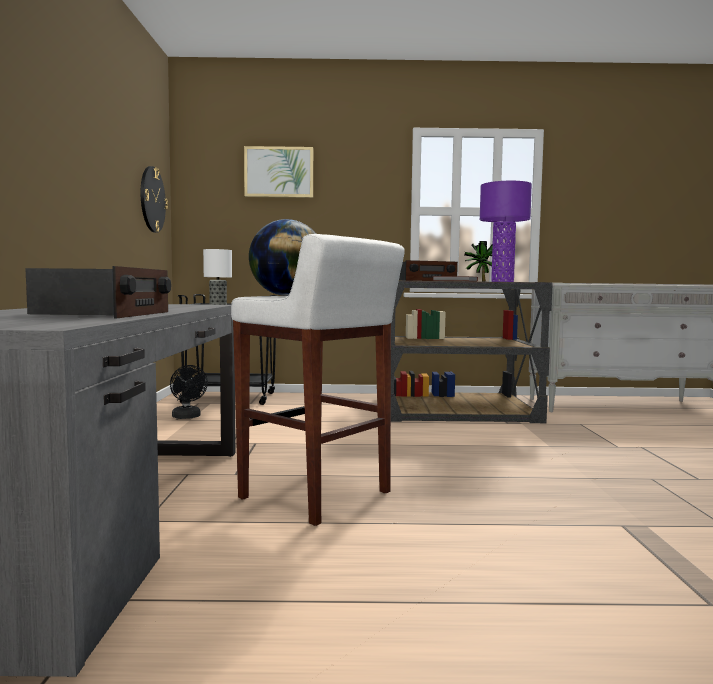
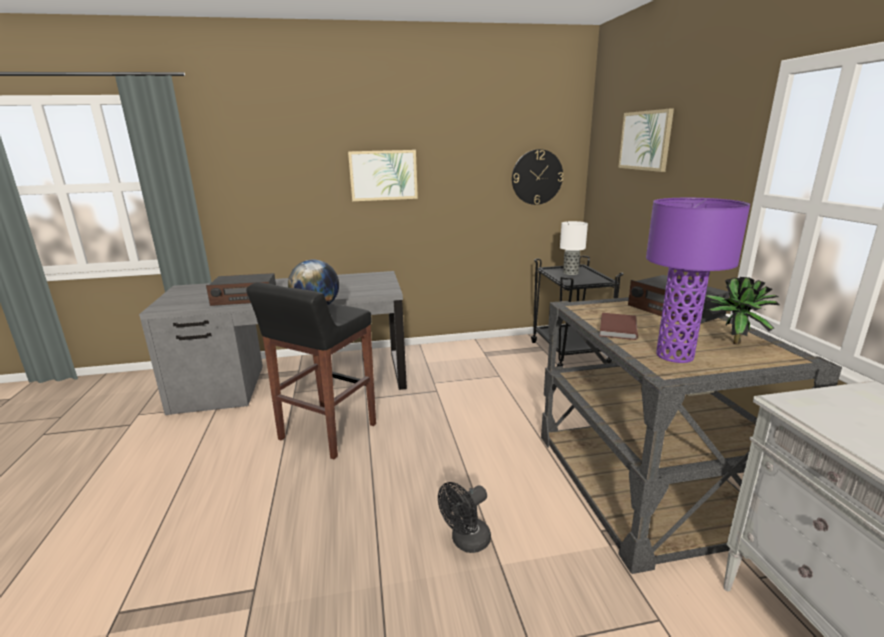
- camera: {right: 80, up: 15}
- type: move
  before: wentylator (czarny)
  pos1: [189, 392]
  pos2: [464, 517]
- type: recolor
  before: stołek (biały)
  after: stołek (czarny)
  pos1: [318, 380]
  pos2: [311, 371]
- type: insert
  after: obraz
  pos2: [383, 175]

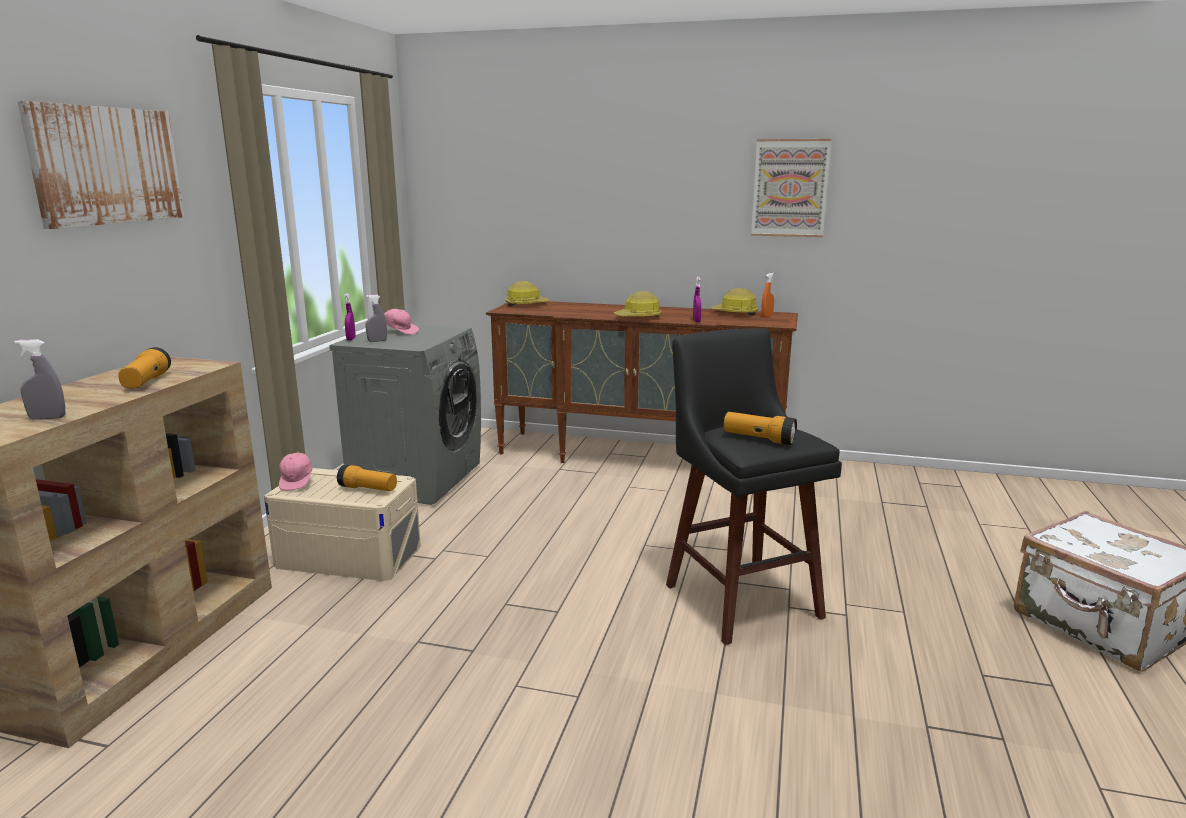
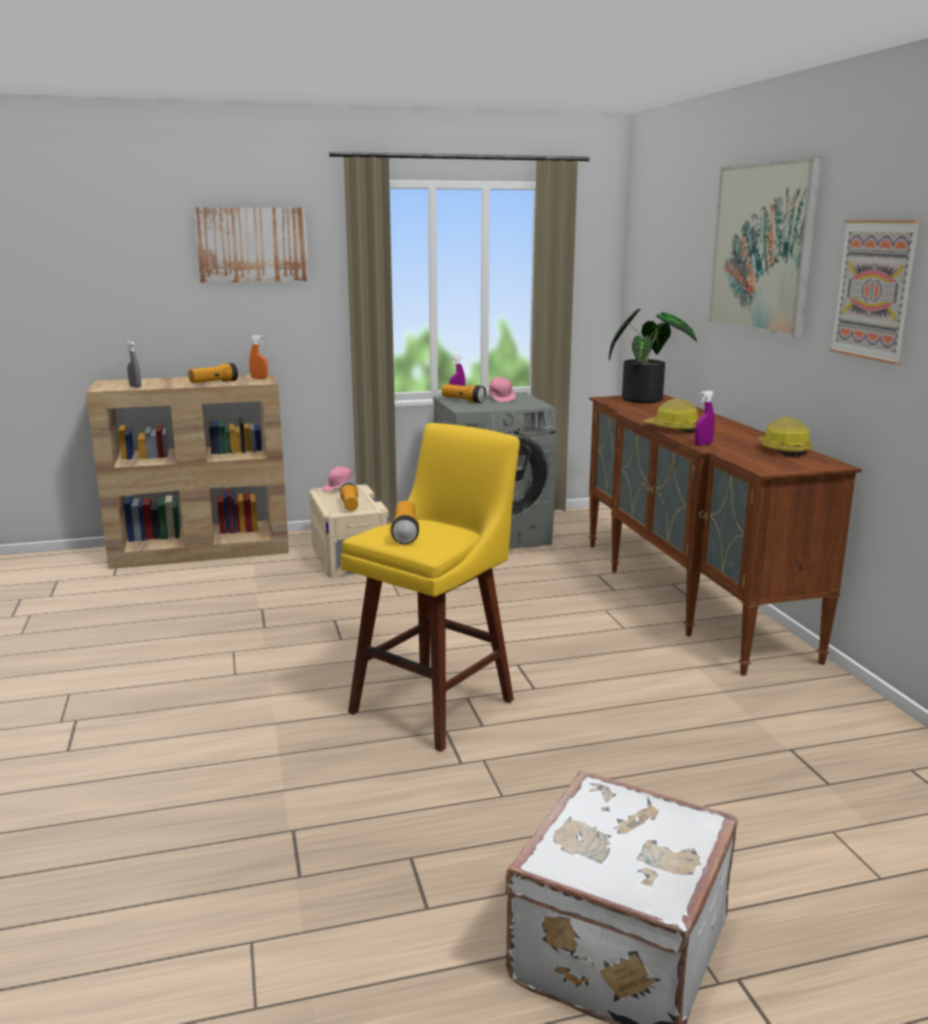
- camera: {right: 60, up: 0}
- type: replace
  before: spryskiwacz (szary)
  after: latarka
  pos1: [376, 318]
  pos2: [464, 393]
- type: replace
  before: kask
  after: roślina doniczkowa
  pos1: [527, 294]
  pos2: [653, 356]
- type: recolor
  before: stołek (czarny)
  after: stołek (żółty)
  pos1: [754, 486]
  pos2: [430, 587]
- type: move
  before: spryskiwacz (pomarańczowy)
  pos1: [767, 295]
  pos2: [258, 357]
- type: insert
  after: obraz
  pos2: [765, 248]

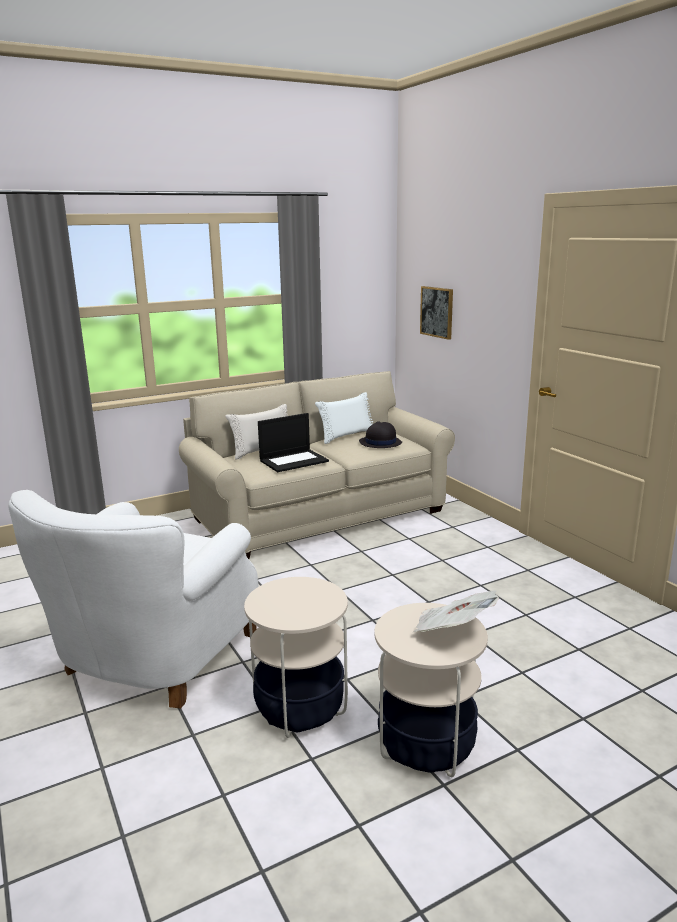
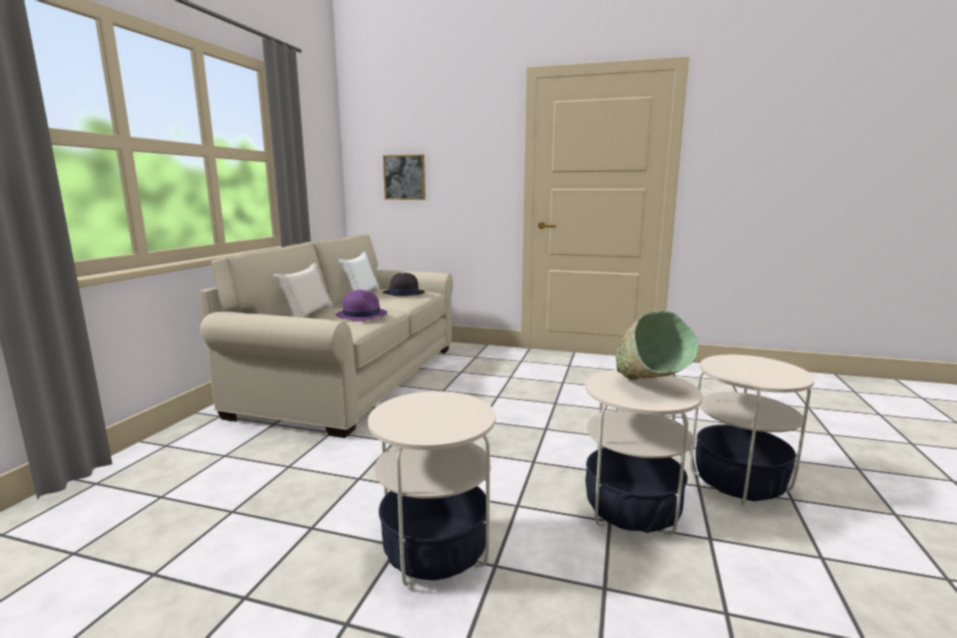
- camera: {right: -45, up: -5}
- type: replace
  before: fotel (biały)
  after: stolik (beżowy)
  pos1: [133, 599]
  pos2: [431, 488]
- type: replace
  before: laptop
  after: kapelusz (fioletowy)
  pos1: [293, 442]
  pos2: [361, 305]
- type: delete
  before: gazeta
  pos1: [456, 611]
- type: insert
  after: miska (zielony)
  pos2: [657, 345]

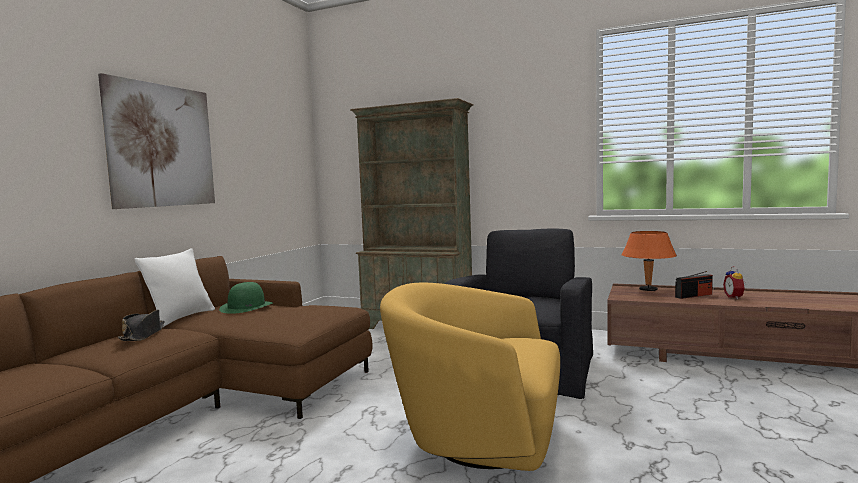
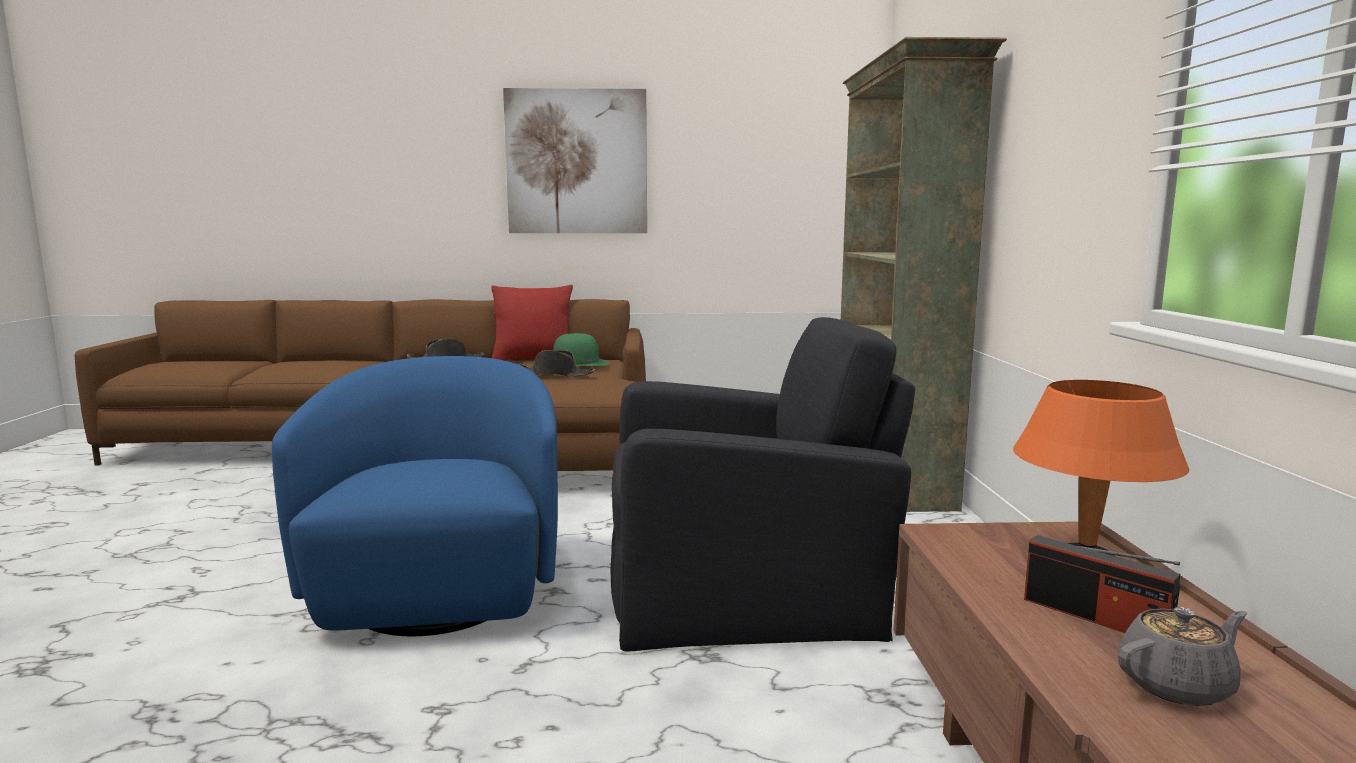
- camera: {right: 65, up: 5}
- type: recolor
  before: poduszka (biały)
  after: poduszka (czerwony)
  pos1: [175, 288]
  pos2: [532, 323]
- type: recolor
  before: fotel (żółty)
  after: fotel (niebieski)
  pos1: [470, 377]
  pos2: [415, 496]
- type: replace
  before: budzik
  after: imbryk (szary)
  pos1: [734, 282]
  pos2: [1182, 656]
- type: insert
  after: kapelusz (czarny)
  pos2: [556, 363]

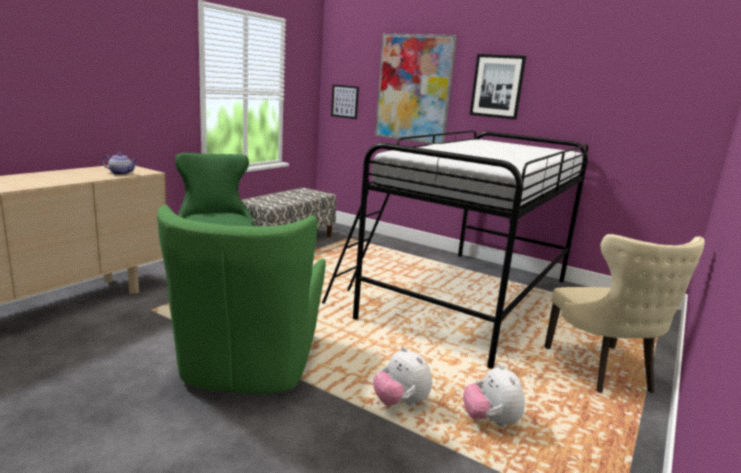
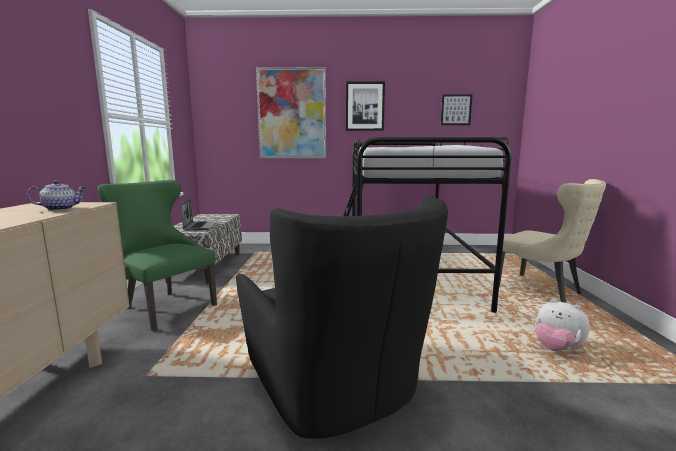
- camera: {right: -30, up: -5}
- type: recolor
  before: fotel (zielony)
  after: fotel (czarny)
  pos1: [241, 299]
  pos2: [342, 317]
- type: move
  before: obraz
  pos1: [345, 102]
  pos2: [457, 109]
- type: delete
  before: pluszak
  pos1: [402, 376]
- type: insert
  after: laptop
  pos2: [199, 214]

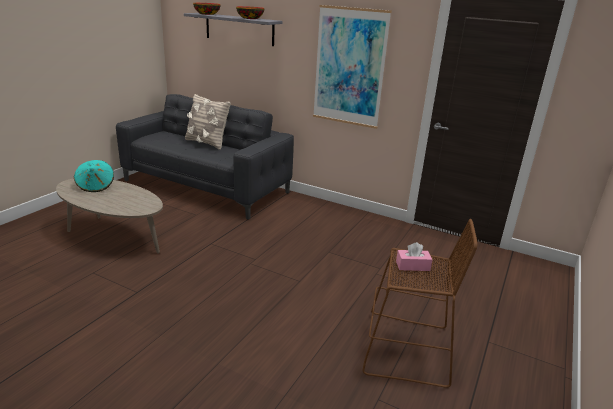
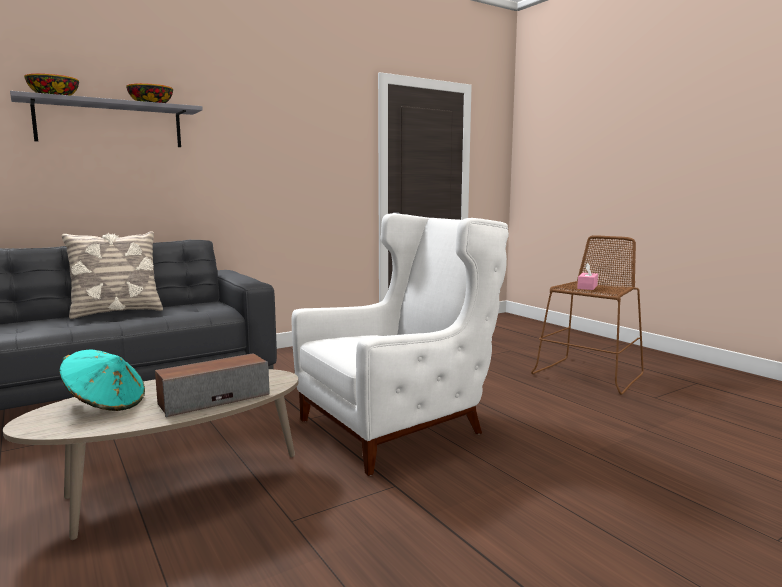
- camera: {right: -60, up: -15}
- type: delete
  before: obraz
  pos1: [352, 67]
- type: insert
  after: głośnik
  pos2: [212, 385]
- type: insert
  after: fotel (biały)
  pos2: [400, 344]

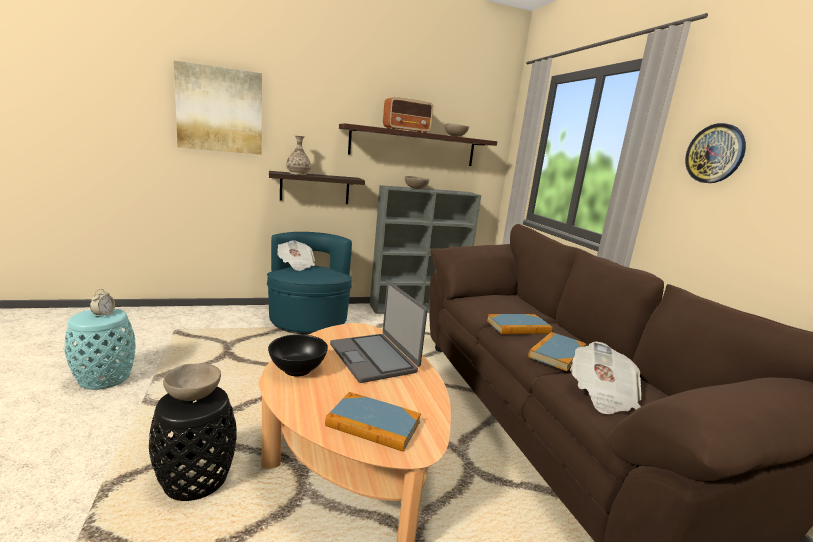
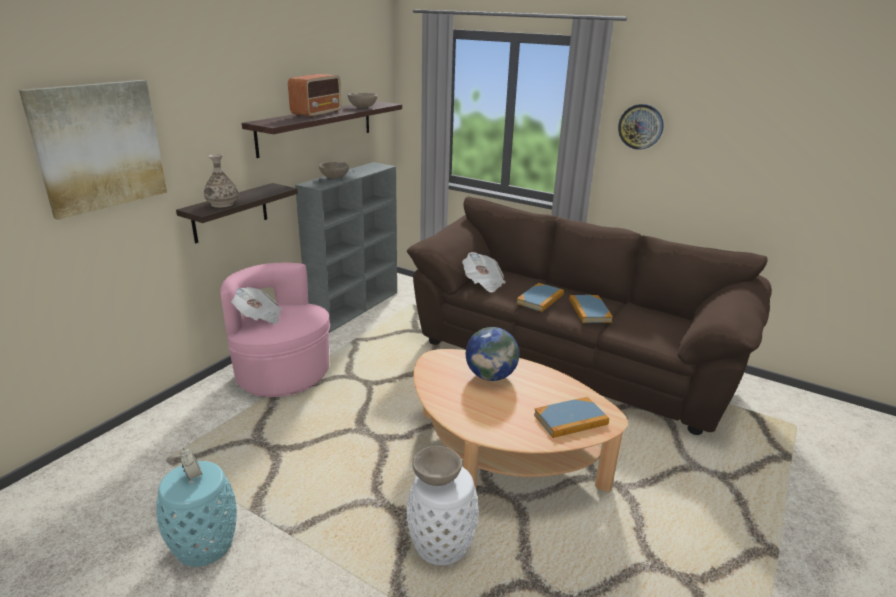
- camera: {right: -40, up: 10}
- type: recolor
  before: stołek (czarny)
  after: stołek (biały)
  pos1: [193, 444]
  pos2: [443, 516]
- type: recolor
  before: fotel (turkusowy)
  after: fotel (różowy)
  pos1: [309, 283]
  pos2: [275, 330]
- type: delete
  before: miska (czarny)
  pos1: [298, 355]
- type: replace
  before: laptop
  after: globus
  pos1: [379, 332]
  pos2: [492, 354]
- type: move
  before: gazeta
  pos1: [606, 378]
  pos2: [484, 272]

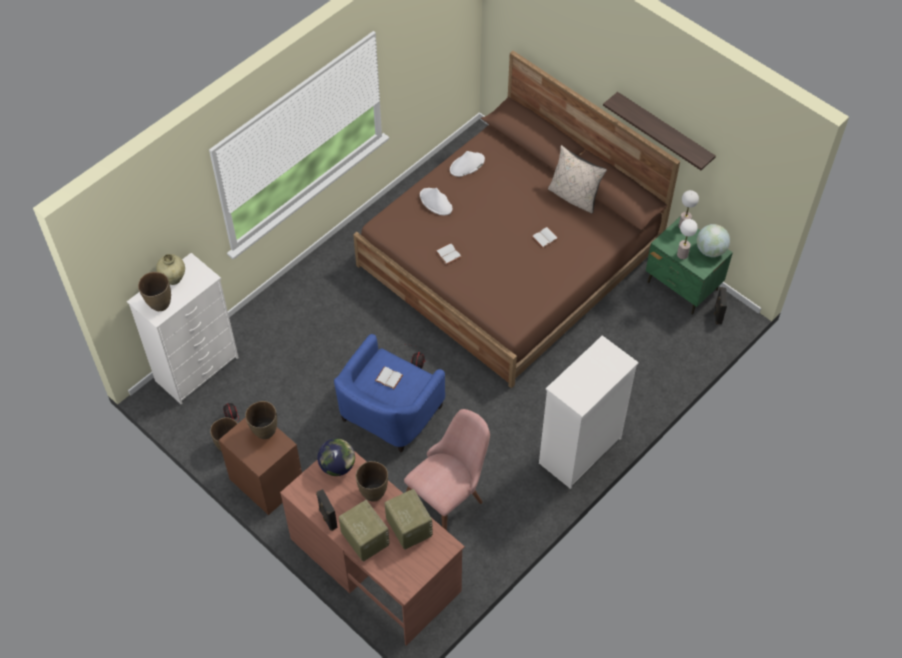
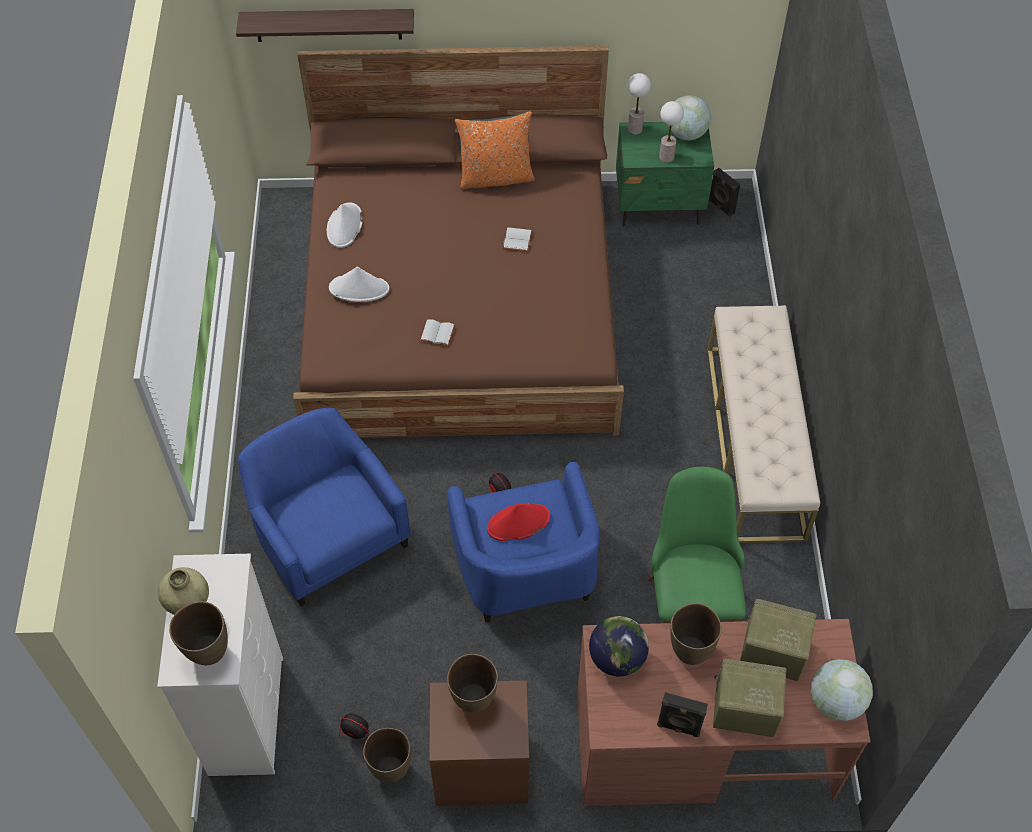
- camera: {right: -45, up: 0}
- type: replace
  before: książka (biały)
  after: kapelusz (czerwony)
  pos1: [389, 377]
  pos2: [518, 522]
- type: recolor
  before: krzesło (różowy)
  after: krzesło (zielony)
  pos1: [447, 470]
  pos2: [697, 545]
- type: replace
  before: komoda (biały)
  after: ławka (beżowy)
  pos1: [589, 412]
  pos2: [763, 424]
- type: recolor
  before: poduszka (beżowy)
  after: poduszka (pomarańczowy)
  pos1: [577, 179]
  pos2: [495, 150]
- type: move
  before: półka
  pos1: [659, 131]
  pos2: [325, 25]
- type: insert
  after: fotel (niebieski)
  pos2: [324, 507]
- type: insert
  after: globus
  pos2: [842, 690]

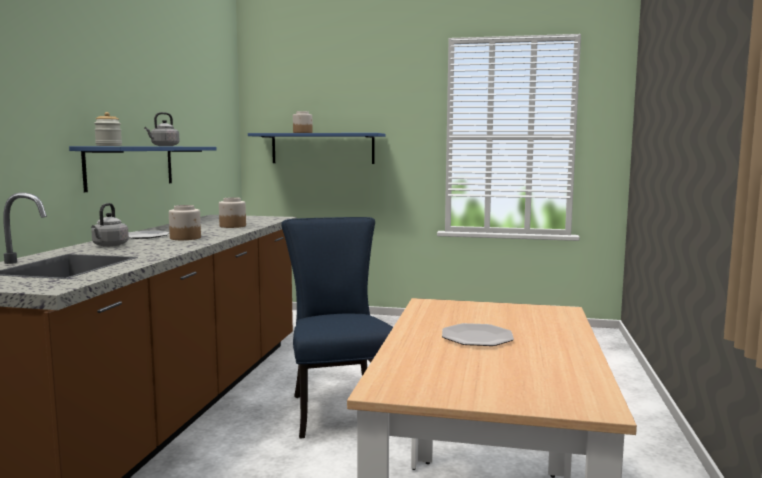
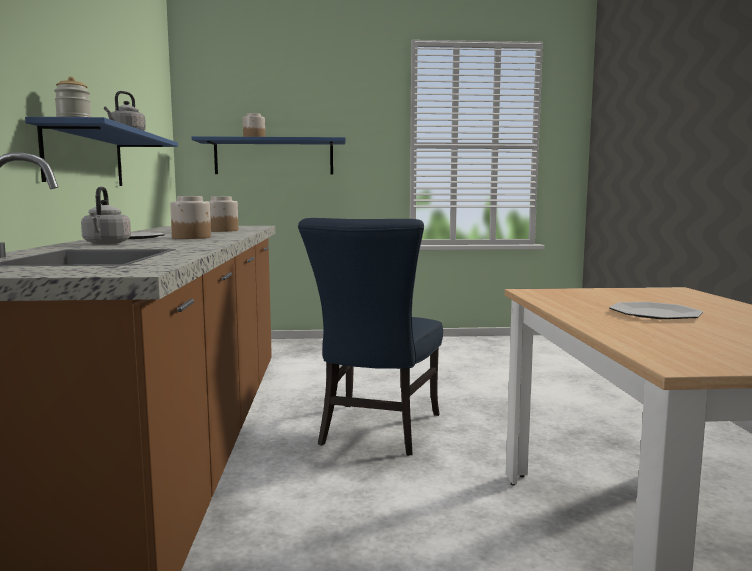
- camera: {right: -15, up: 0}
- type: rotate
  before: krzesło (niebieski)
  pos1: [337, 328]
  pos2: [370, 337]
  turn: -135

